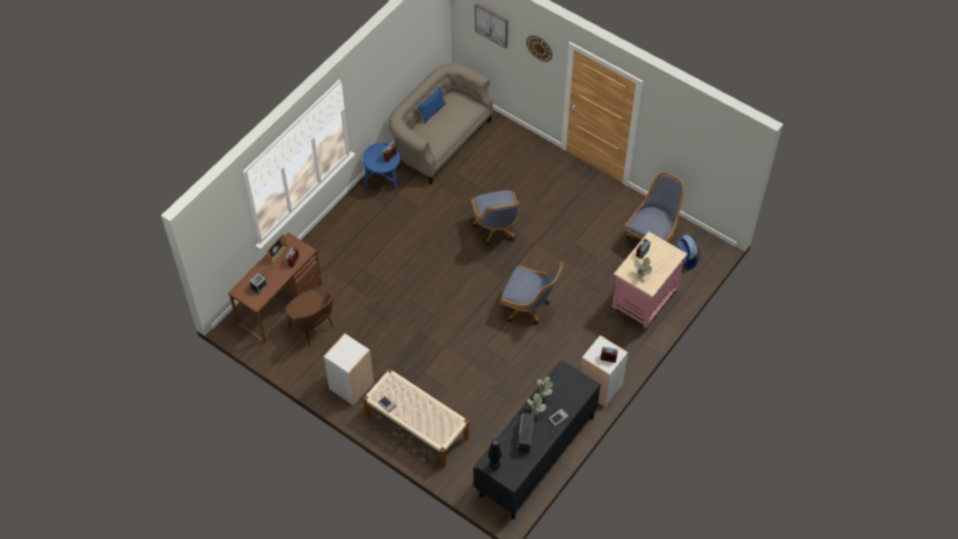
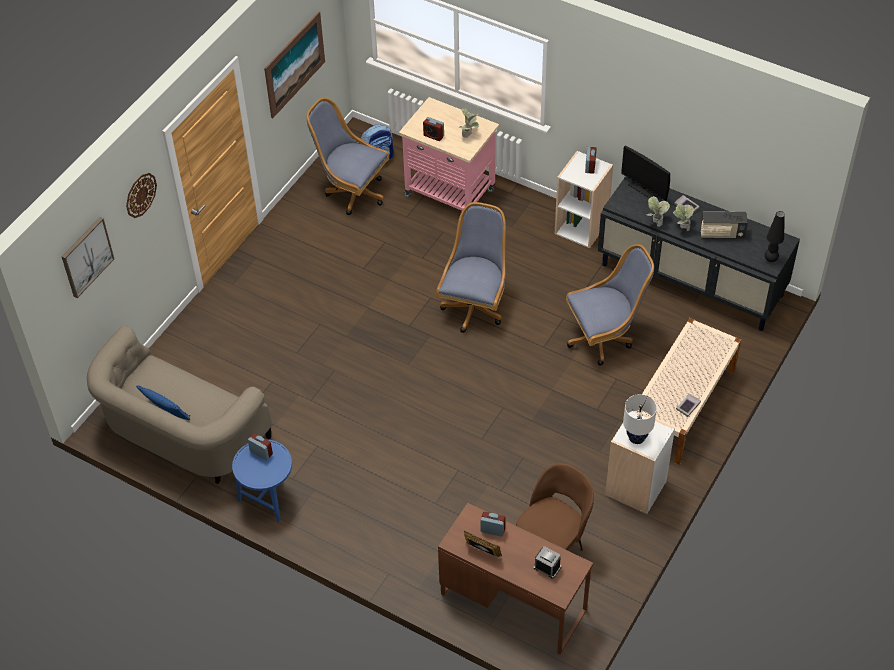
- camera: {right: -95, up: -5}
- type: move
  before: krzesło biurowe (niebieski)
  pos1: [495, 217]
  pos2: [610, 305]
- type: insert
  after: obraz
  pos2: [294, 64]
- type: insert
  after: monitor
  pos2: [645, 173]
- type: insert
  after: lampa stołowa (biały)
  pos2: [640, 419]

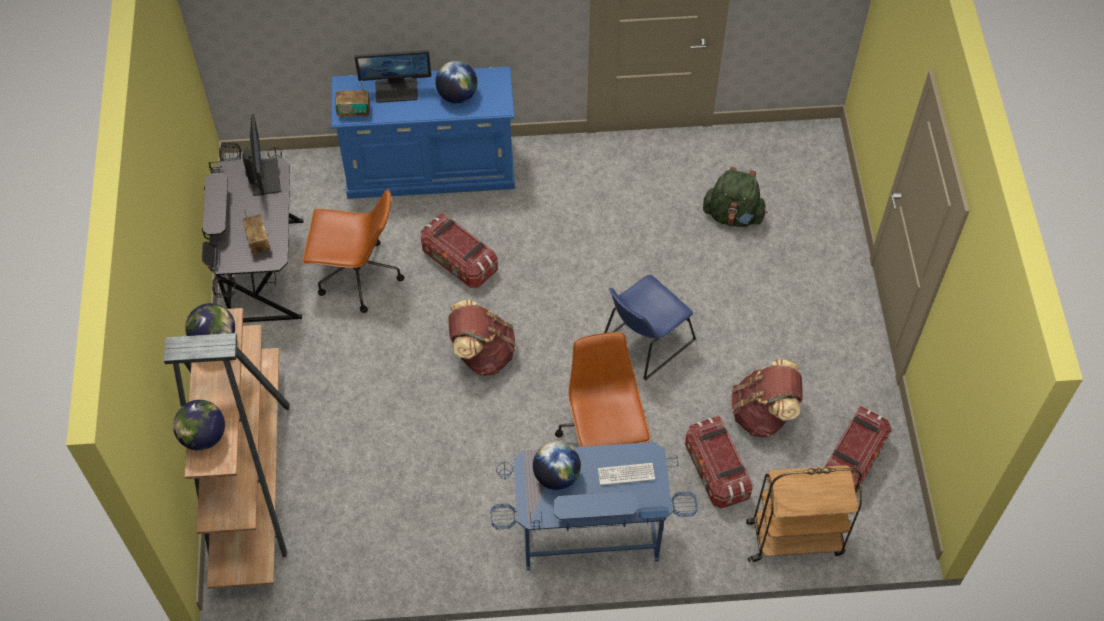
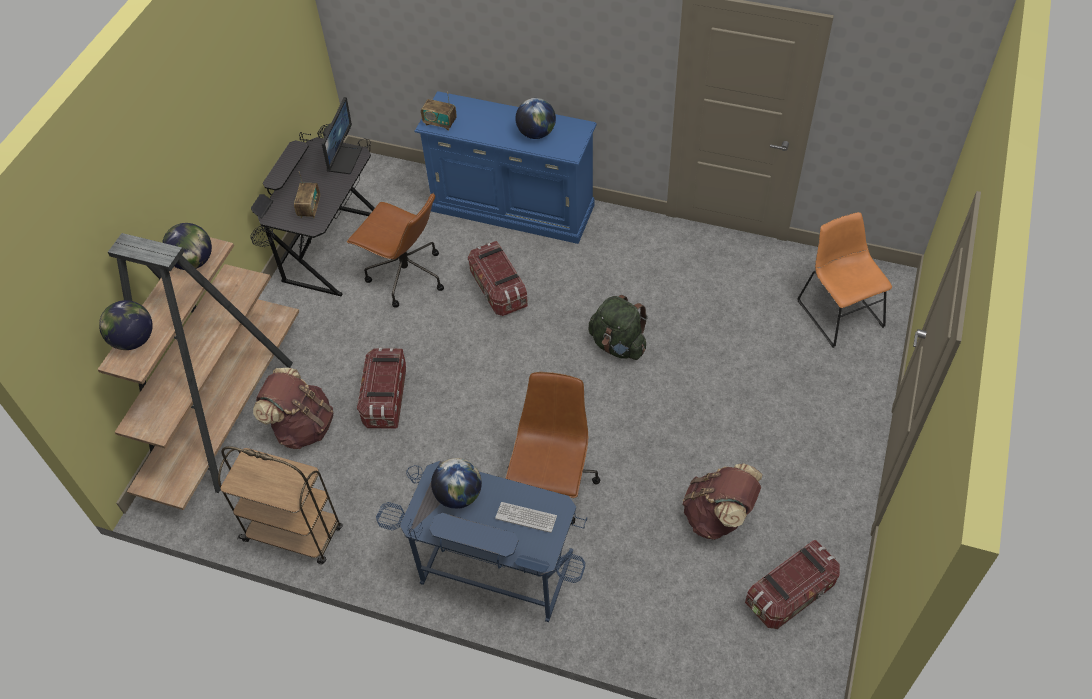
- camera: {right: 25, up: -5}
- type: delete
  before: monitor
  pos1: [393, 76]
- type: move
  before: plecak (brązowy)
  pos1: [482, 338]
  pos2: [293, 408]
- type: delete
  before: krzesło (niebieski)
  pos1: [650, 328]
- type: move
  before: pojemnik do przechowywania
  pos1: [719, 462]
  pos2: [381, 388]
- type: move
  before: plecak (zielony)
  pos1: [735, 197]
  pos2: [618, 327]
- type: move
  before: wózek (brązowy)
  pos1: [804, 513]
  pos2: [280, 505]
- type: insert
  after: krzesło (pomarańczowy)
  pos2: [844, 280]

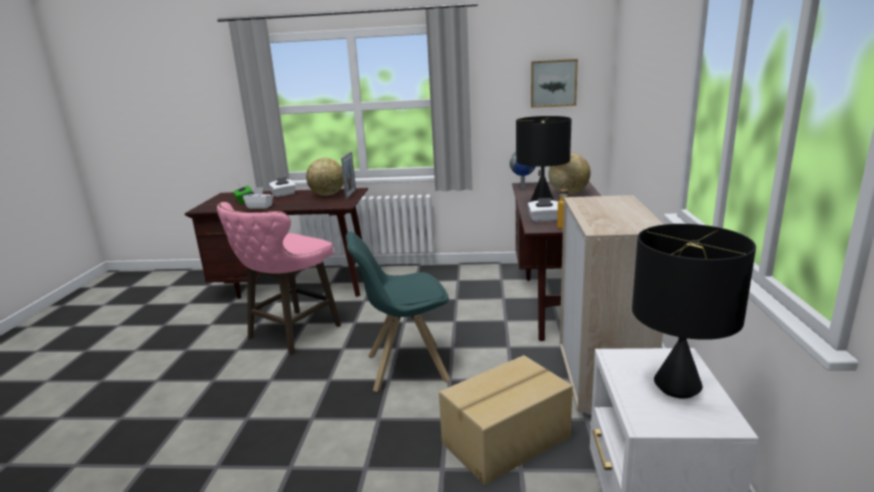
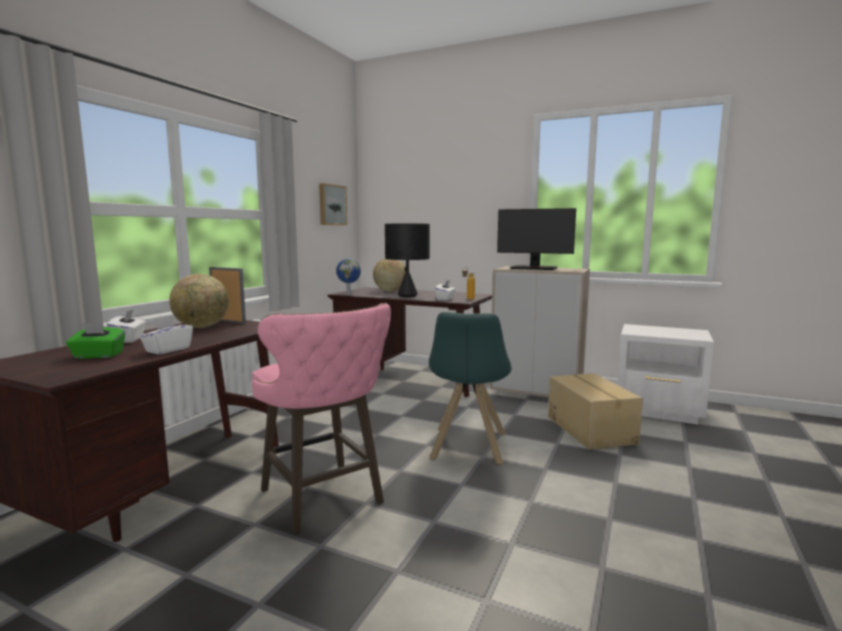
- camera: {right: -70, up: -10}
- type: delete
  before: lampa stołowa (czarny)
  pos1: [694, 311]
- type: insert
  after: monitor
  pos2: [536, 239]

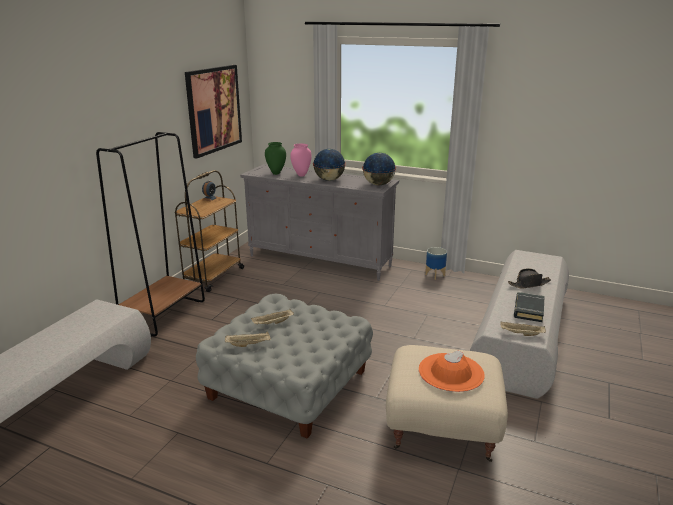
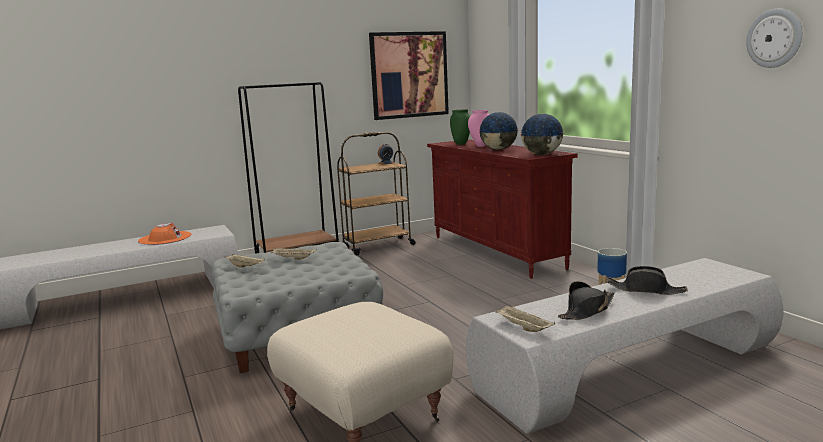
- camera: {right: 40, up: -10}
- type: recolor
  before: komoda (szary)
  after: komoda (czerwony)
  pos1: [319, 222]
  pos2: [502, 209]
- type: move
  before: kapelusz (pomarańczowy)
  pos1: [452, 371]
  pos2: [164, 234]
- type: replace
  before: książka (czarny)
  after: kapelusz (czarny)
  pos1: [529, 307]
  pos2: [586, 300]
- type: insert
  after: zegar ścienny
  pos2: [774, 38]

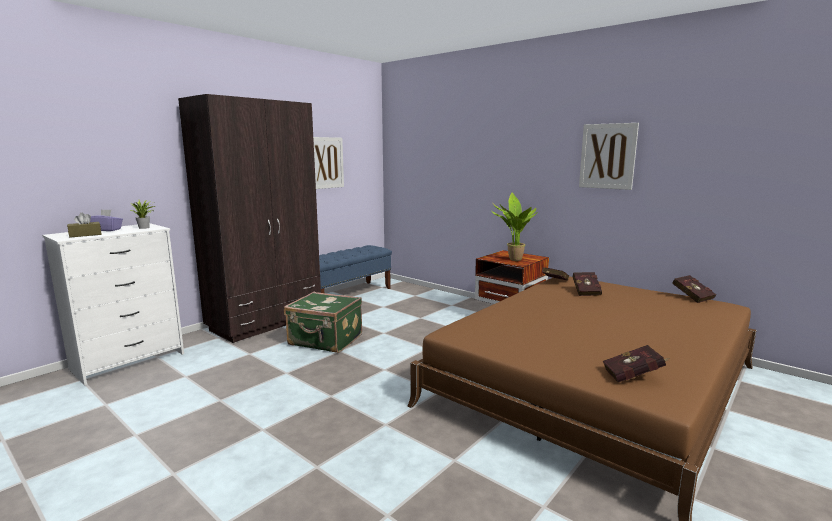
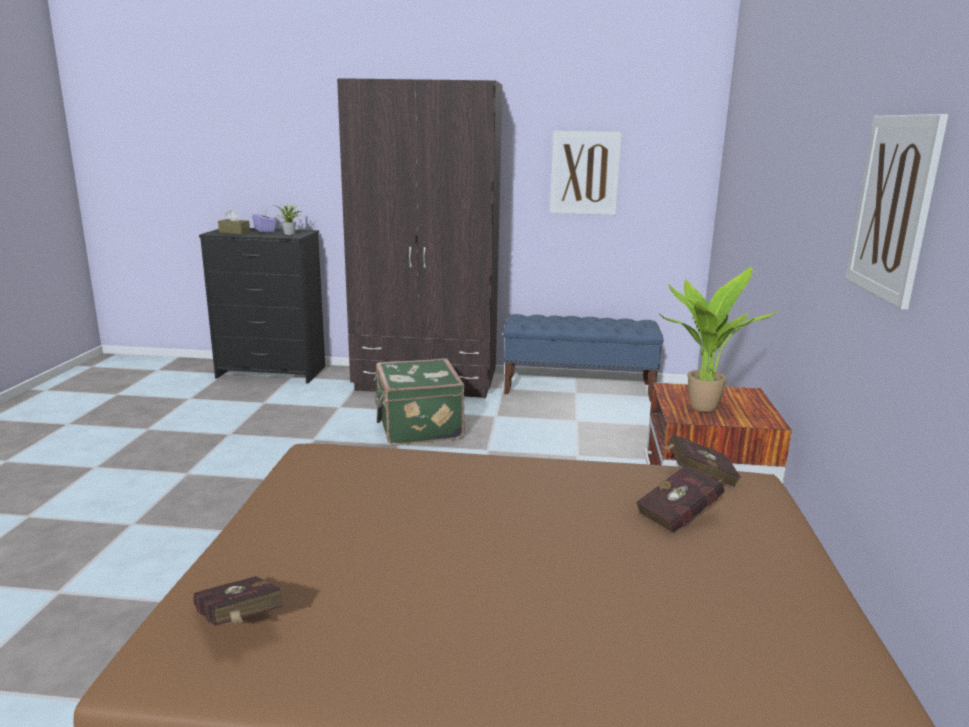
- camera: {right: 55, up: 5}
- type: recolor
  before: komoda (biały)
  after: komoda (czarny)
  pos1: [113, 304]
  pos2: [262, 306]
- type: delete
  before: książka (czerwony)
  pos1: [694, 289]

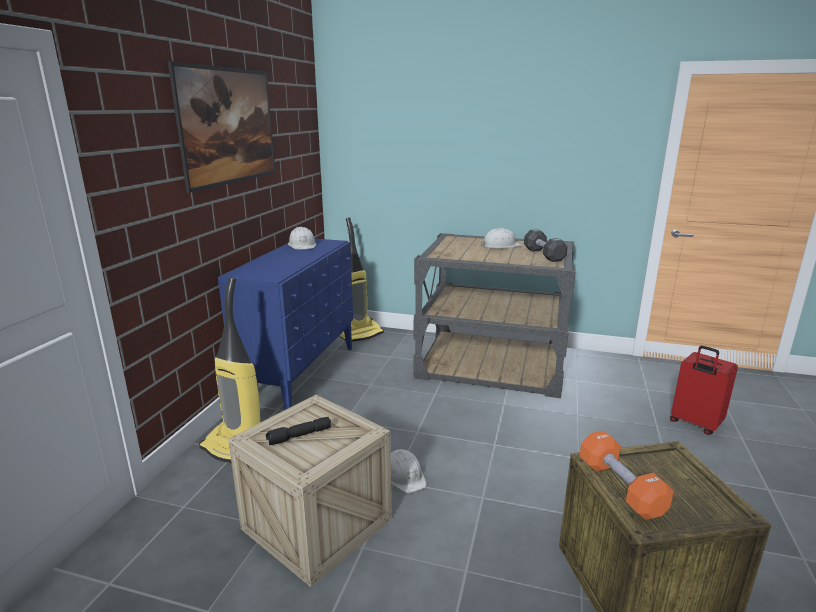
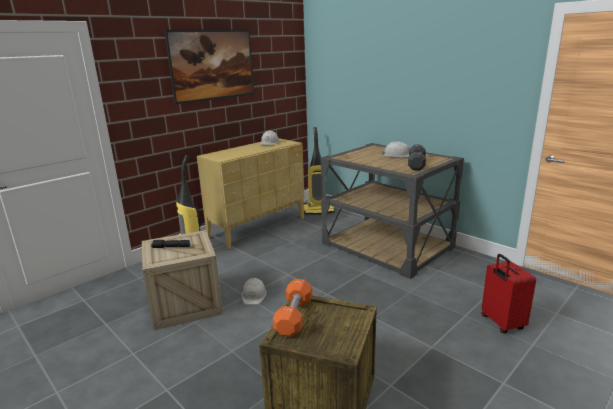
- camera: {right: 30, up: 0}
- type: recolor
  before: komoda (niebieski)
  after: komoda (beżowy)
  pos1: [285, 324]
  pos2: [250, 193]

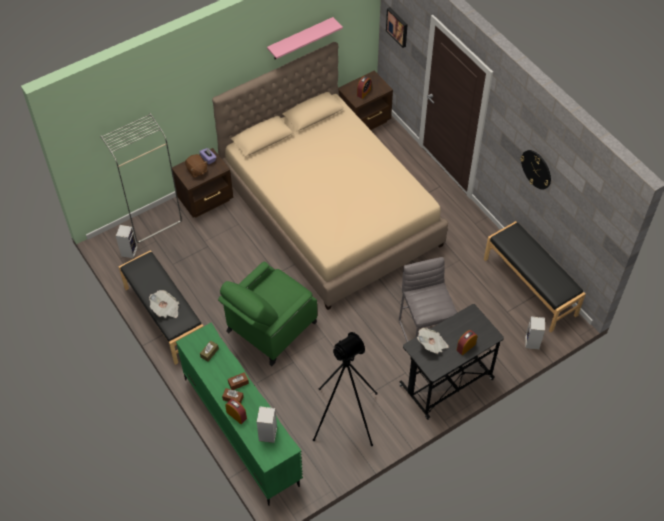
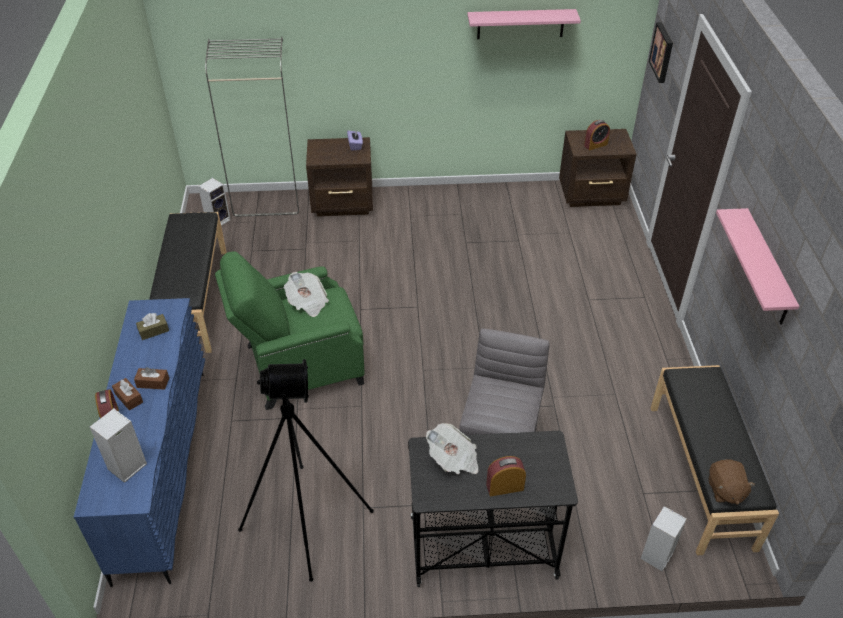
- camera: {right: 30, up: -10}
- type: move
  before: gazeta
  pos1: [164, 304]
  pos2: [306, 294]
- type: recolor
  before: komoda (zielony)
  after: komoda (niebieski)
  pos1: [239, 414]
  pos2: [139, 443]
- type: move
  before: pluszak (brązowy)
  pos1: [196, 166]
  pos2: [732, 482]
- type: delete
  before: łóżko (beżowy)
  pos1: [330, 176]
- type: replace
  before: zegar ścienny
  after: półka (różowy)
  pos1: [535, 170]
  pos2: [757, 266]

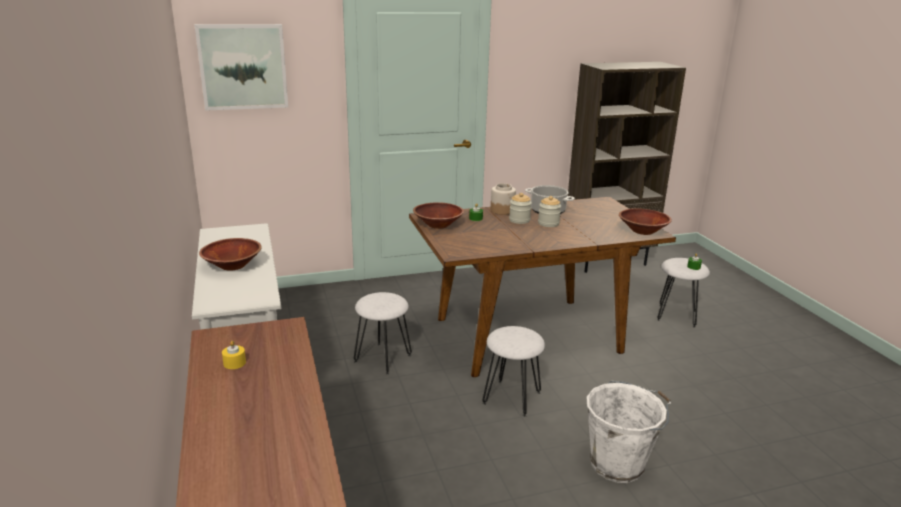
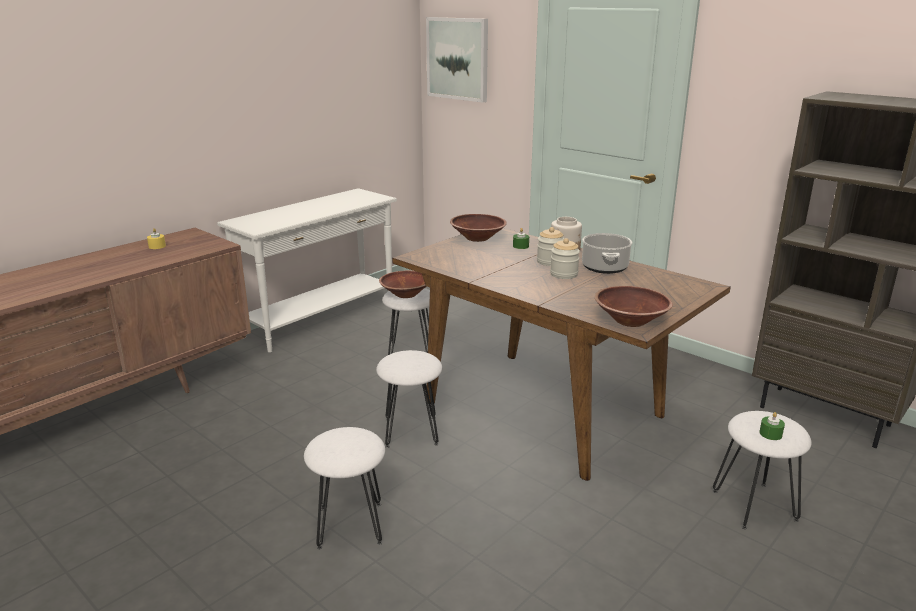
- camera: {right: 60, up: 0}
- type: move
  before: miska (brązowy)
  pos1: [230, 254]
  pos2: [403, 284]
- type: replace
  before: wiadro (biały)
  after: stołek (biały)
  pos1: [629, 432]
  pos2: [344, 488]

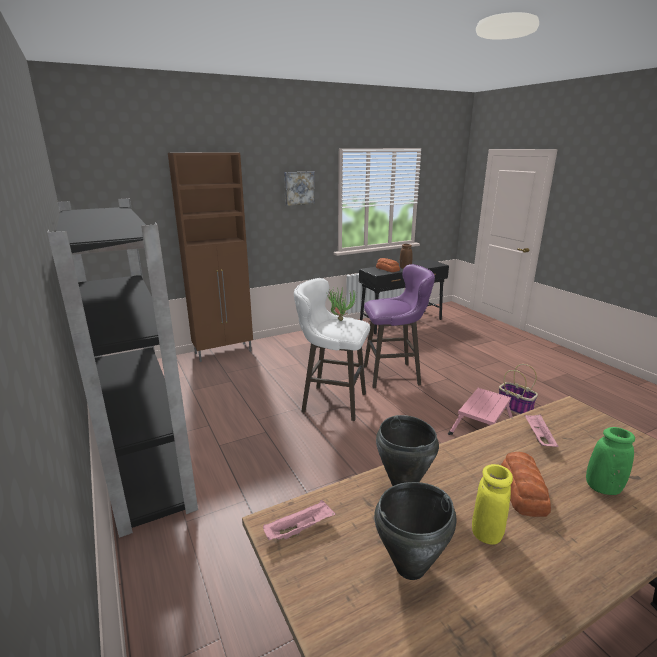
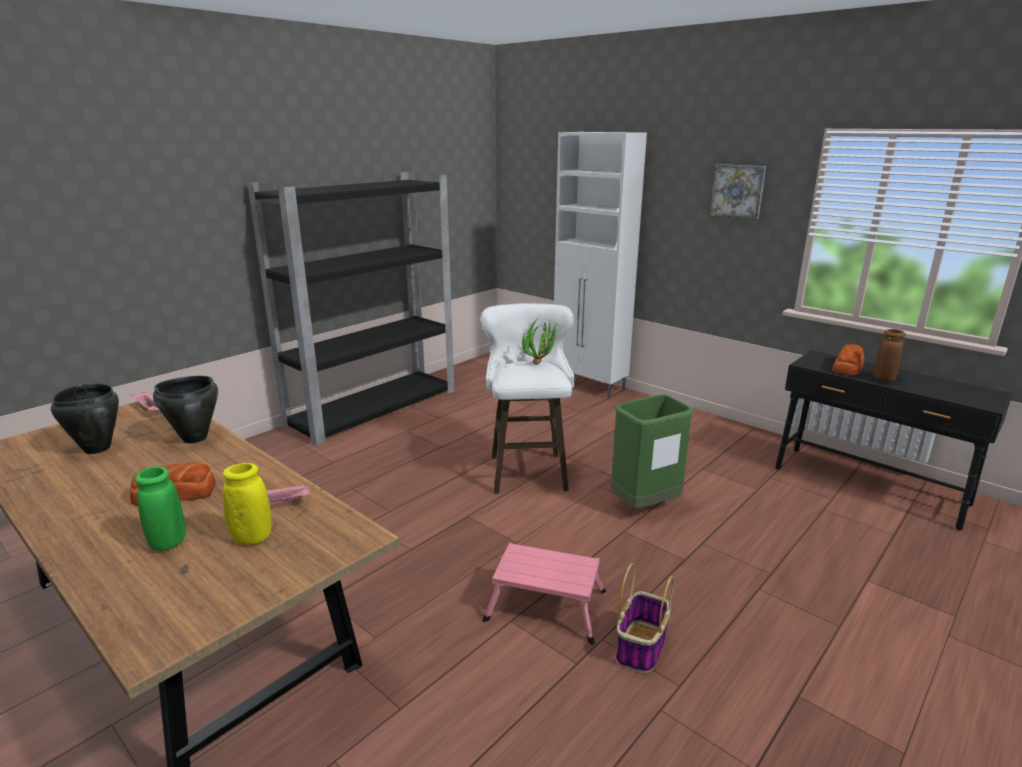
- camera: {right: 70, up: 0}
- type: recolor
  before: szafka (brązowy)
  after: szafka (biały)
  pos1: [210, 257]
  pos2: [600, 265]
- type: replace
  before: stołek (fioletowy)
  after: kosz na śmieci (zielony)
  pos1: [399, 326]
  pos2: [652, 451]
- type: move
  before: wazon (żółty)
  pos1: [492, 504]
  pos2: [247, 503]

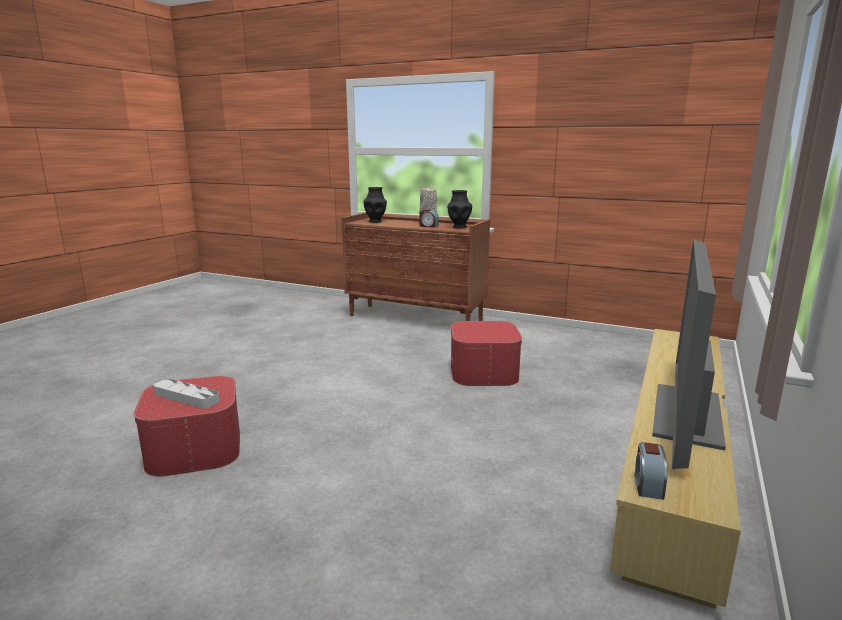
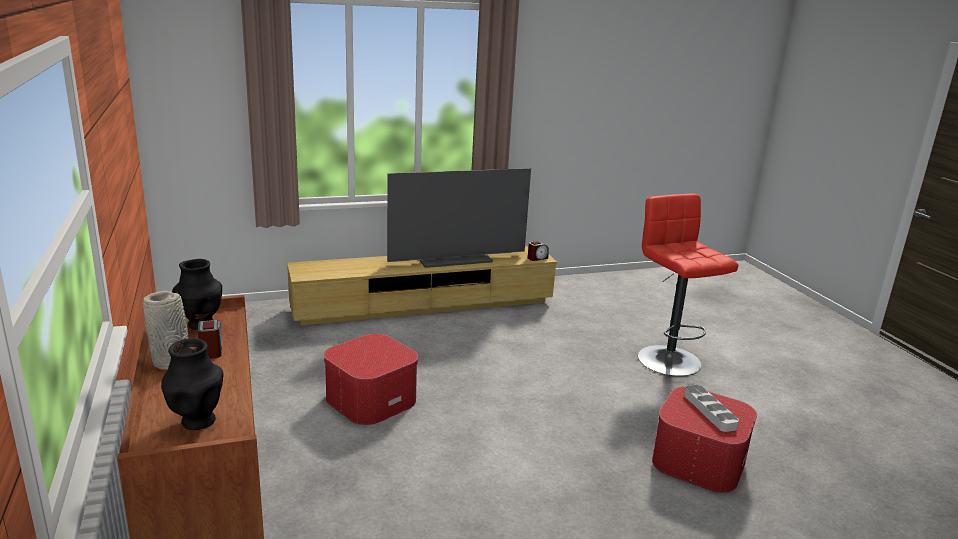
- camera: {right: -135, up: 5}
- type: insert
  after: stołek (czerwony)
  pos2: [688, 285]

